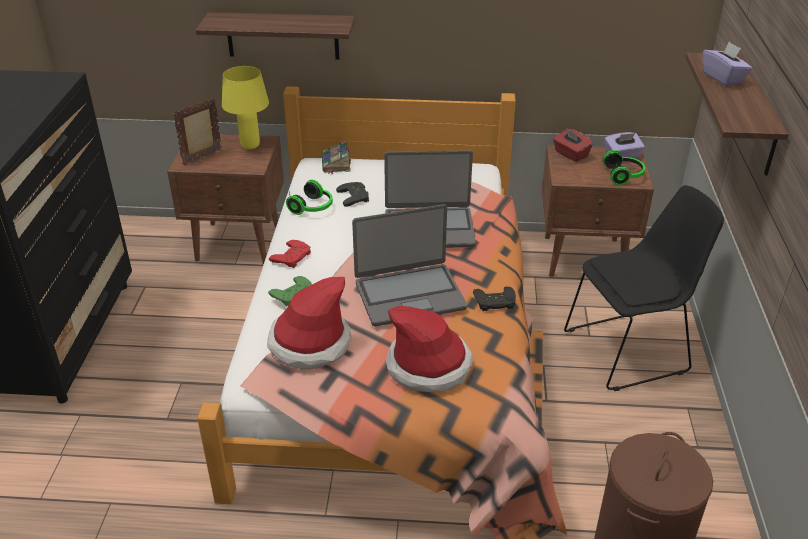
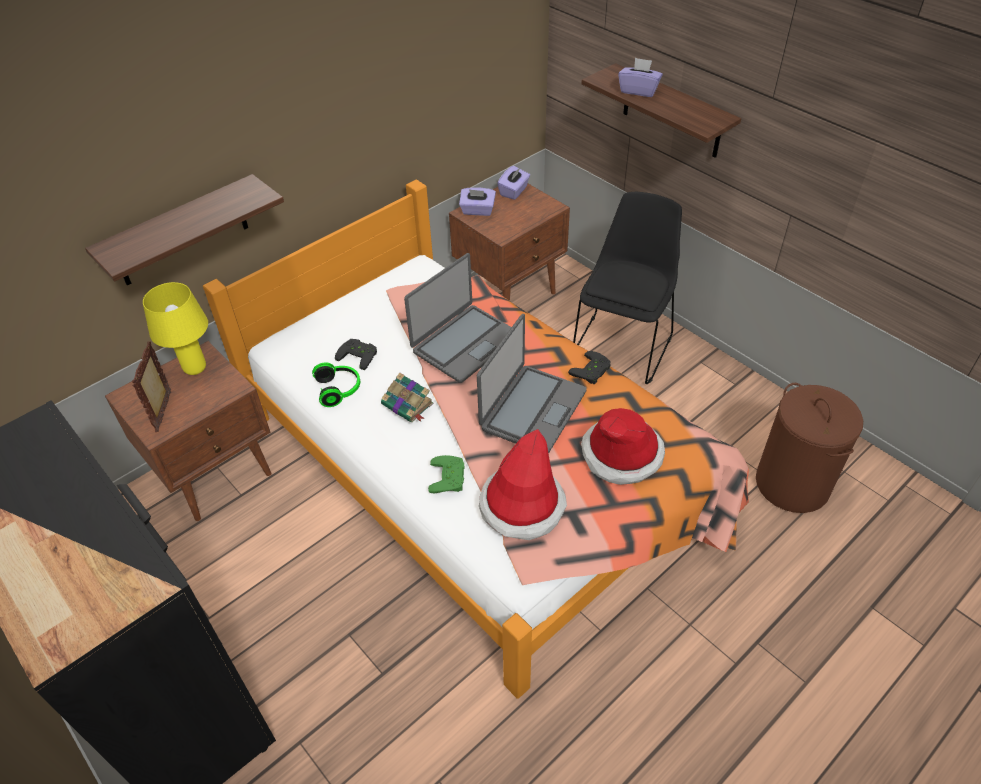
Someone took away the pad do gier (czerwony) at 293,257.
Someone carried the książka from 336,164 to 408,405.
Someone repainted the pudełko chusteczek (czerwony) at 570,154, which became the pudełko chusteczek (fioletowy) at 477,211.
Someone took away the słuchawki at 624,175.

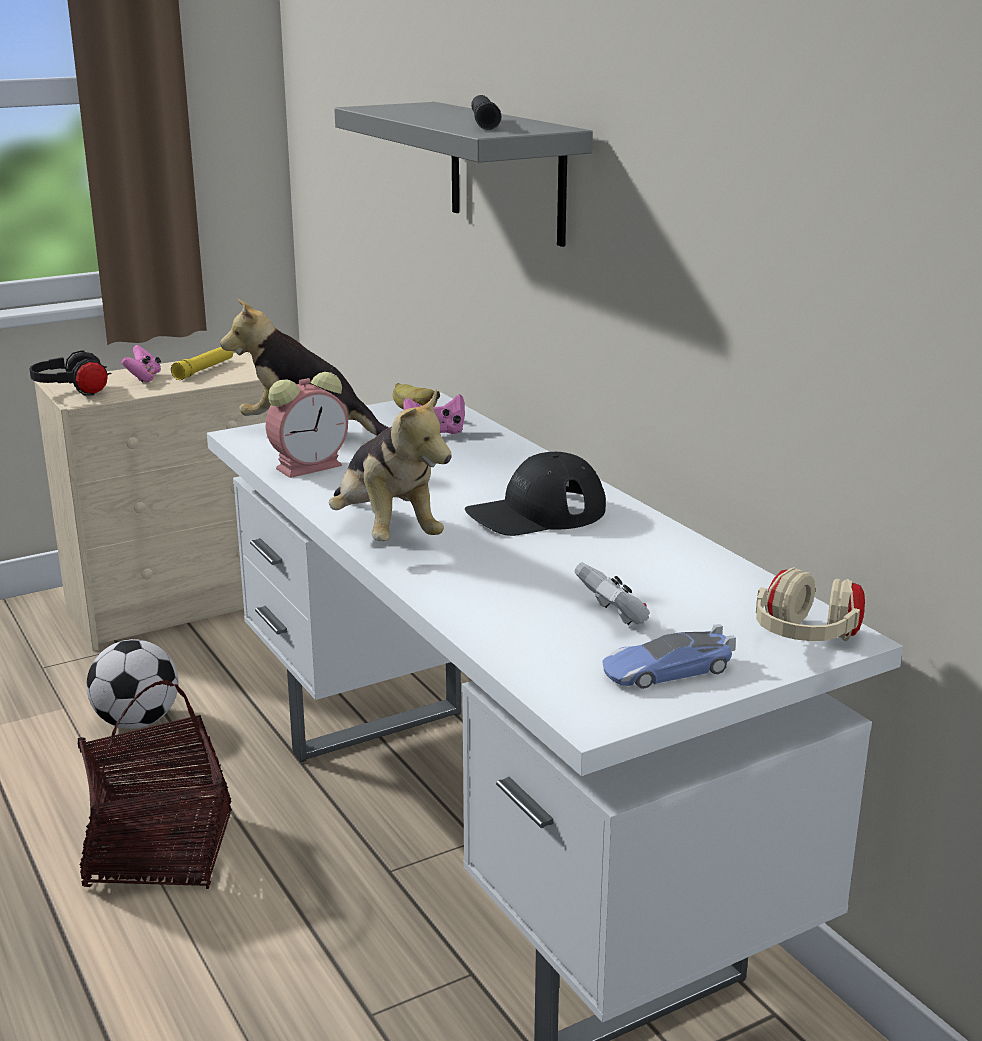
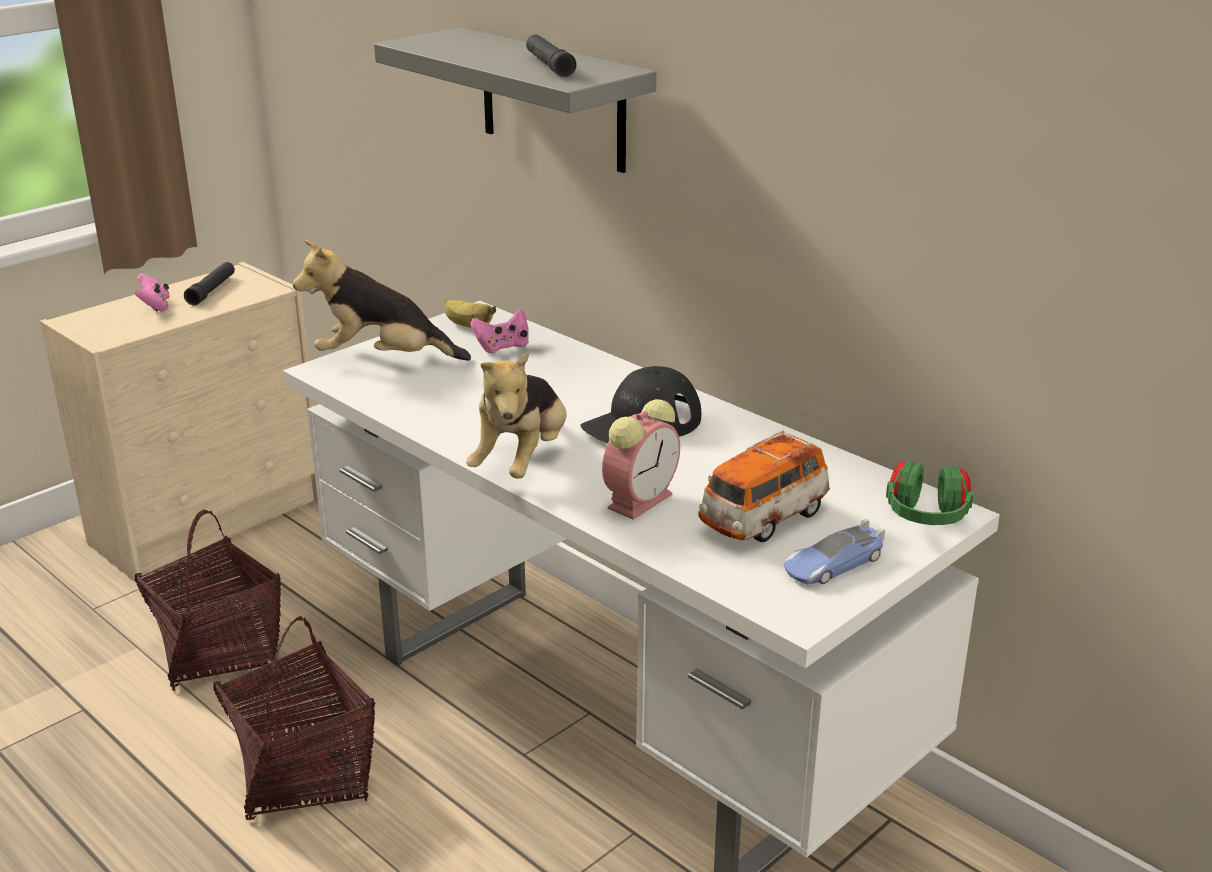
Someone took away the słuchawki (czarny) at 72,392.
Someone swapped the piłka futbolowa at 137,722 for the koszyk at 219,650.
Someone repainted the latarka (żółty) at 204,369, which became the latarka (czarny) at 211,290.
Someone carried the budzik from 311,466 to 641,500.
Someone rotated the pluszak at 386,532 by 60 degrees clockwise.
Someone swapped the pad do gier (biały) at 613,616 for the samochodzik at 763,519.
Someone repainted the słuchawki (beżowy) at 805,641, which became the słuchawki (zielony) at 925,521.

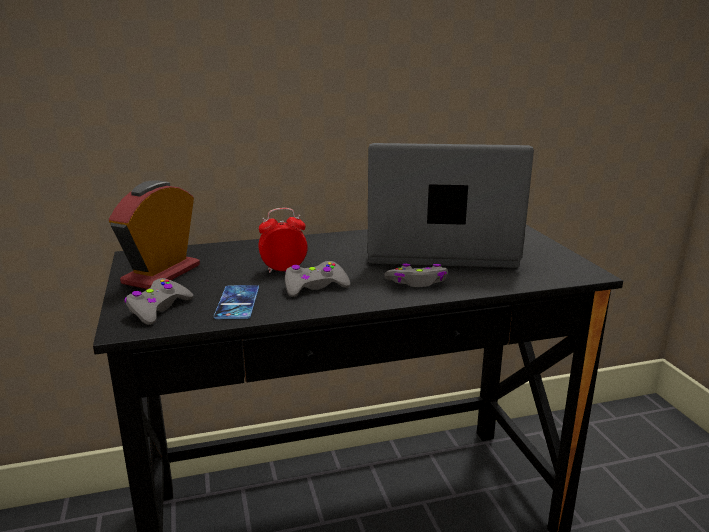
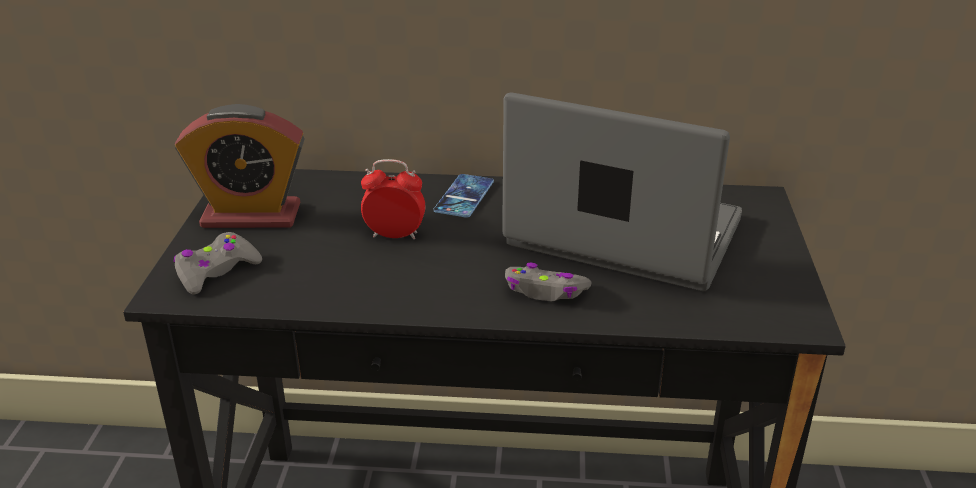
Someone rotated the budzik at 162,274 by 135 degrees counterclockwise.
Someone carried the telefon from 237,302 to 464,196.
Someone took away the pad do gier (szary) at 315,287.

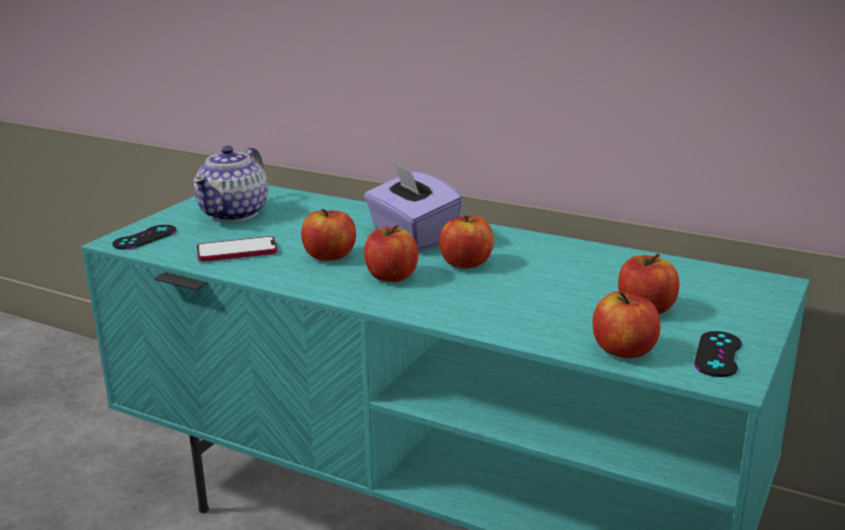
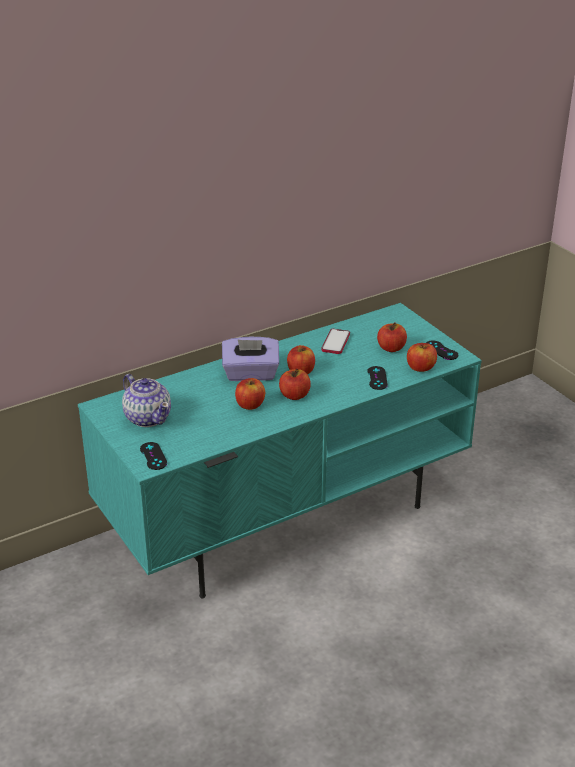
Someone carried the telefon from 237,251 to 335,342.
Someone put down the pad do gier (czarny) at 377,378.

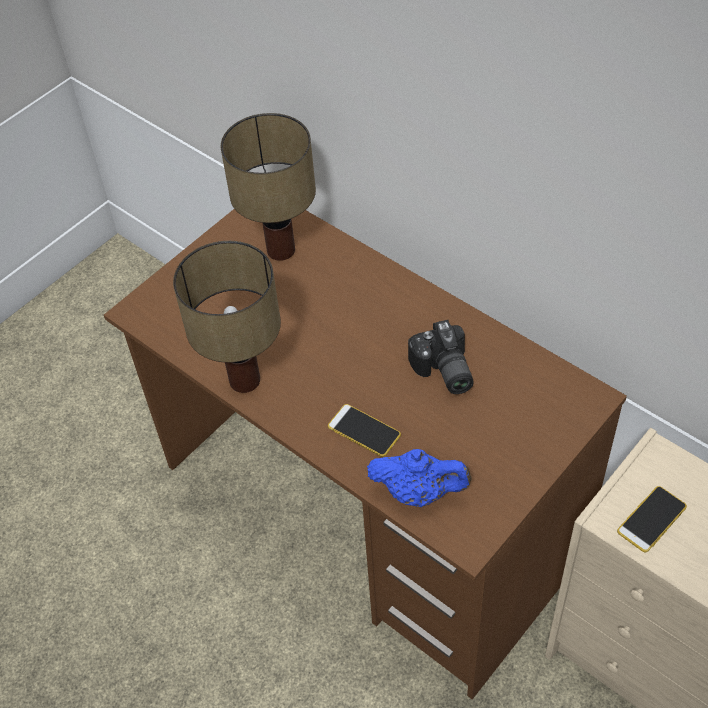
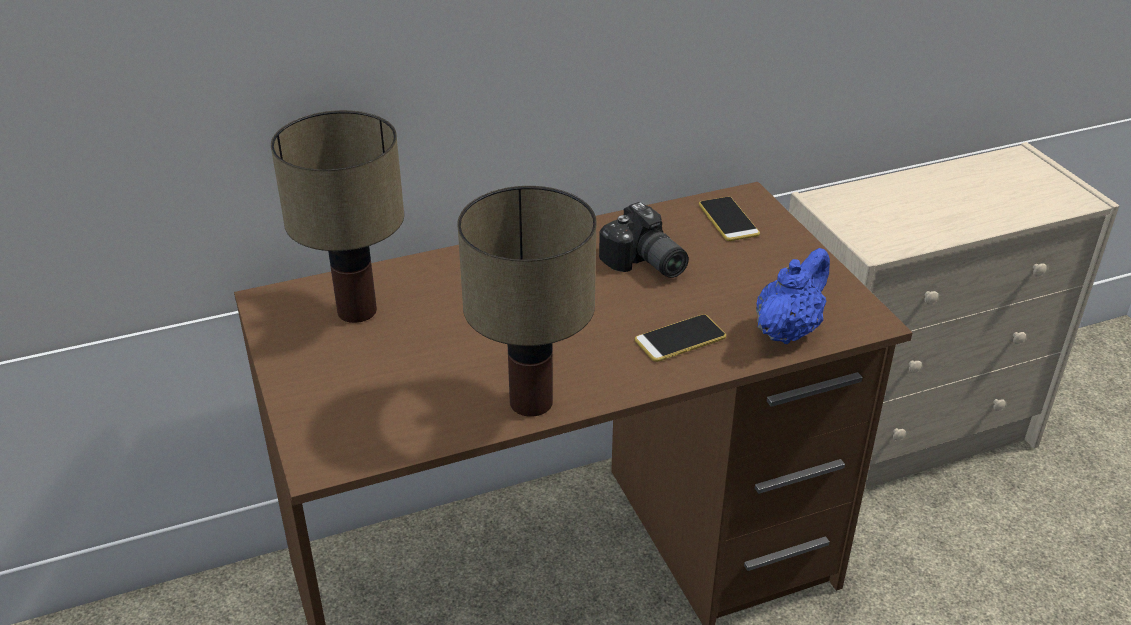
Someone rotated the aparat fotograficzny at 442,372 by 45 degrees clockwise.
Someone carried the telefon from 651,519 to 728,219.

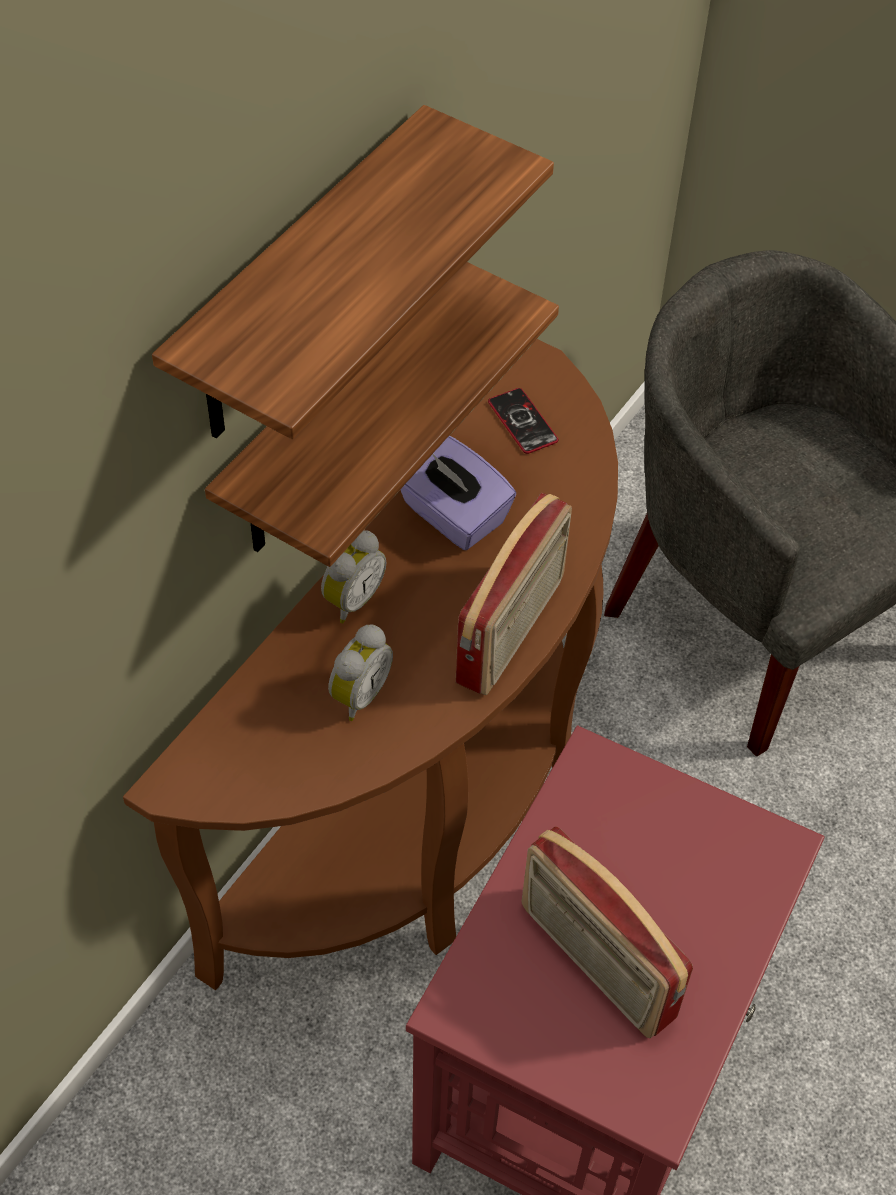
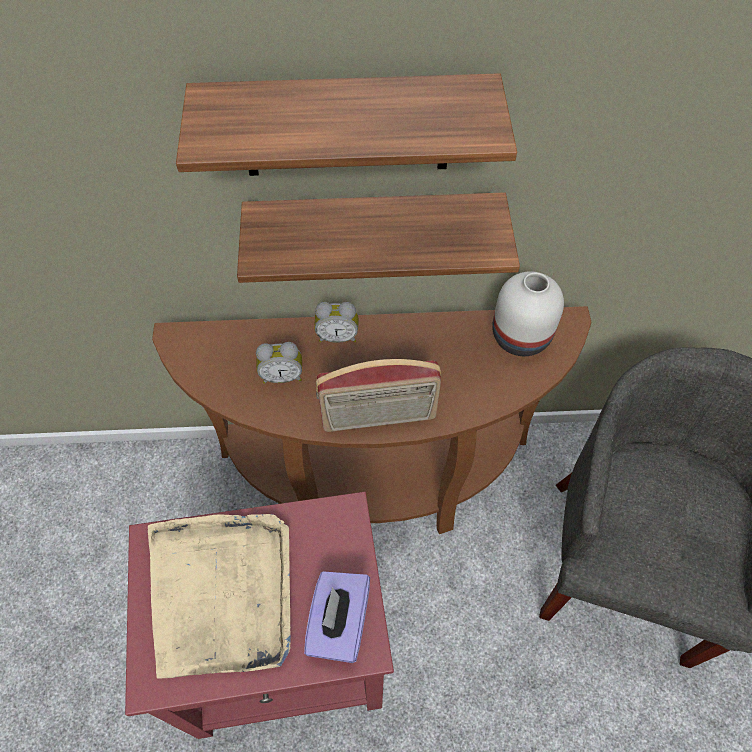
Someone carried the pudełko chusteczek (fioletowy) from 452,515 to 338,623.
Someone swapped the telefon at 522,422 for the wazon (biały) at 522,335.
Someone swapped the radio at 594,963 for the taca (beżowy) at 221,593.

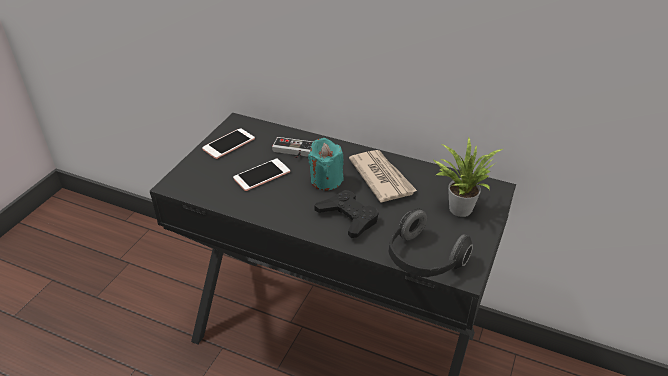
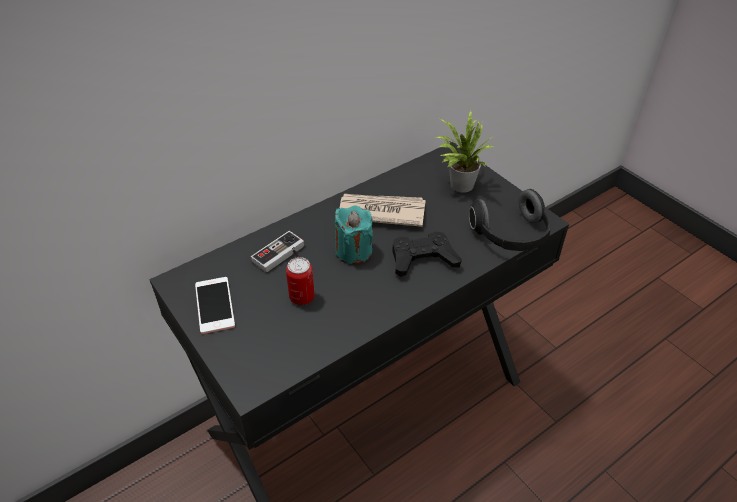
Someone swapped the telefon at 262,175 for the puszka at 302,297.

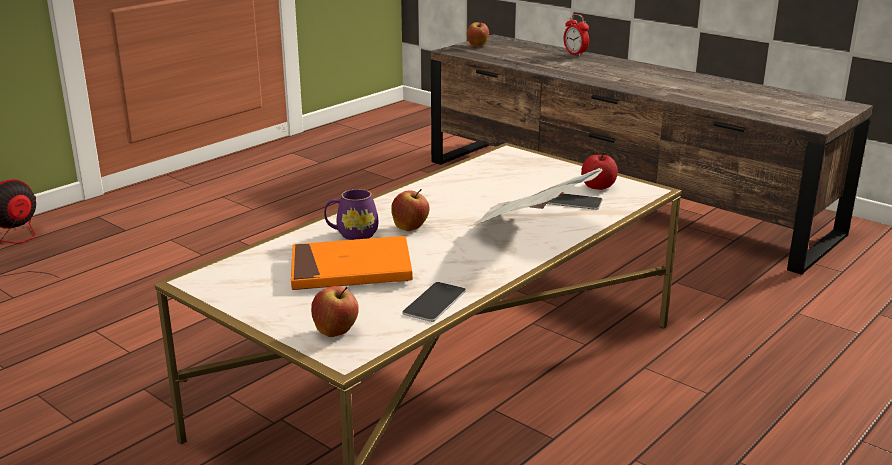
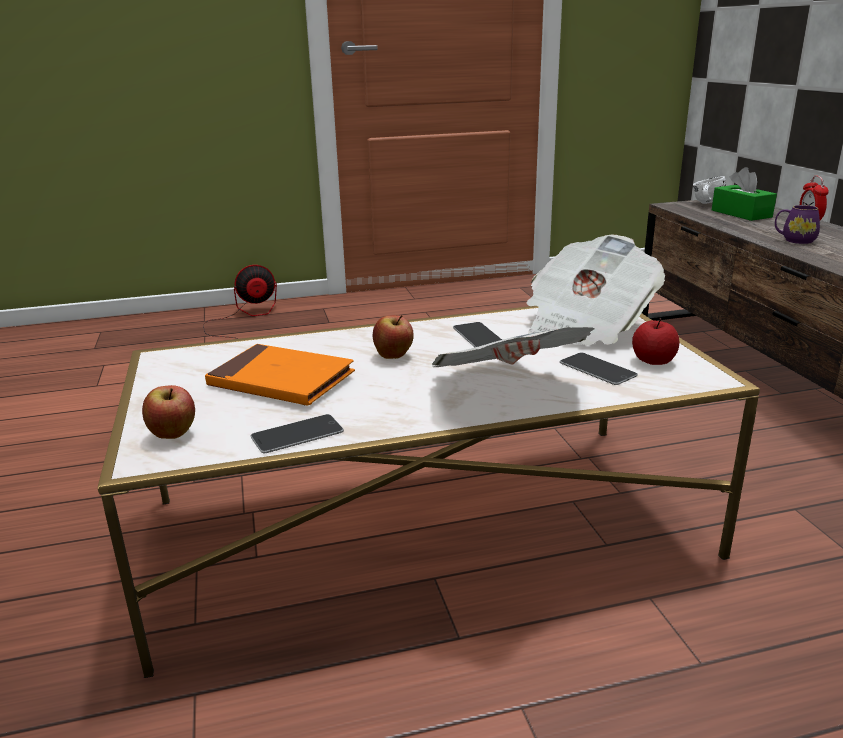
Someone carried the kubek (fioletowy) from 352,234 to 794,240.
Someone swapped the jabłko at 477,46 for the kubek (biały) at 705,204.
Someone put down the telefon at 478,336.
Someone put down the gazeta at 585,326.
Someone put down the pudełko chusteczek (zielony) at 741,214.

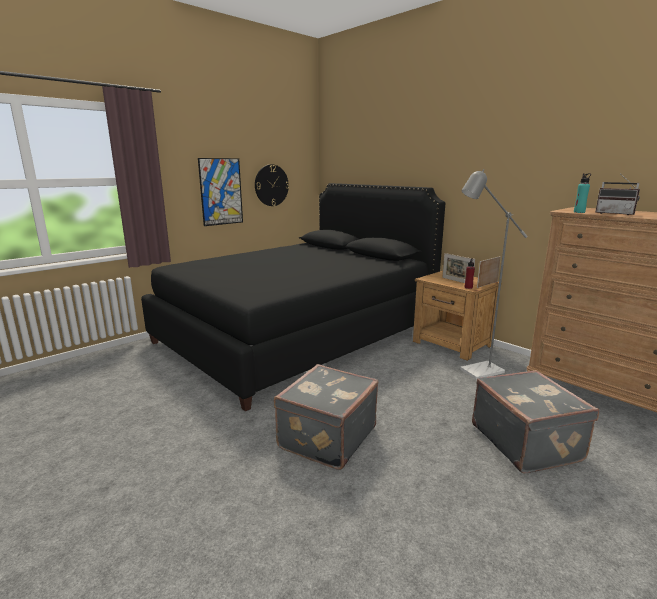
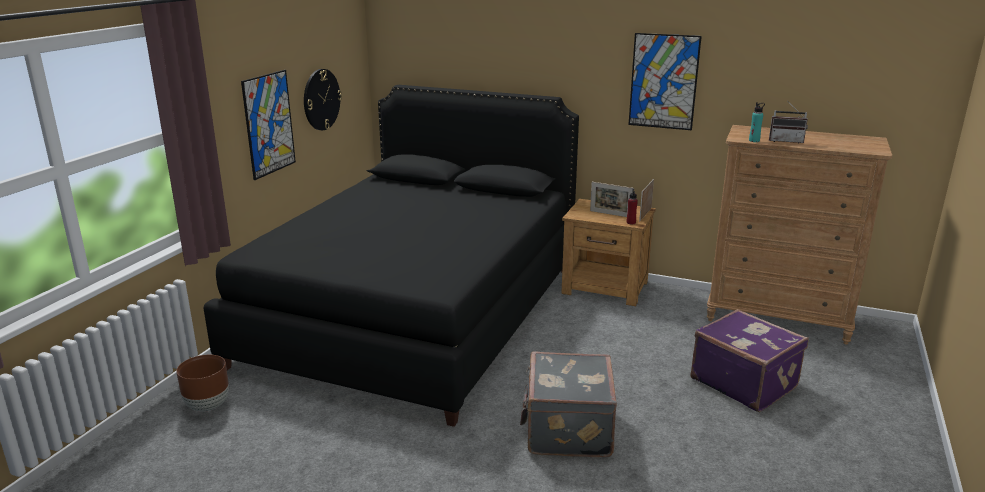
Someone took away the lampa stojąca (szary) at 476,372.
Someone repainted the walizka (szary) at 526,442, which became the walizka (fioletowy) at 744,382.
Someone put down the donica (brązowy) at 208,405.
Someone put up the obraz at 663,81.

